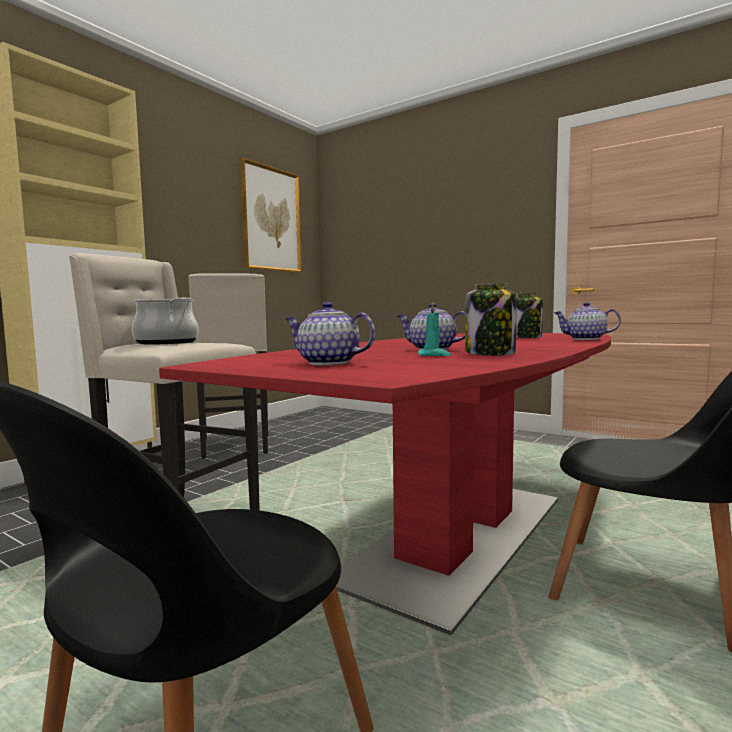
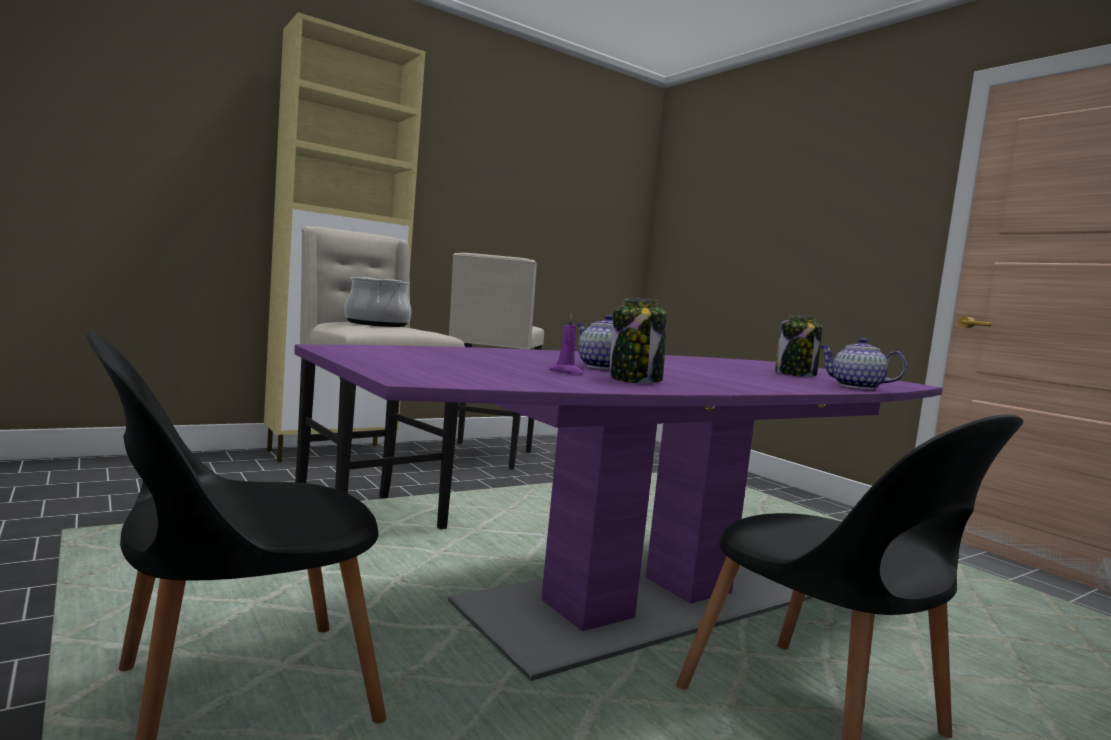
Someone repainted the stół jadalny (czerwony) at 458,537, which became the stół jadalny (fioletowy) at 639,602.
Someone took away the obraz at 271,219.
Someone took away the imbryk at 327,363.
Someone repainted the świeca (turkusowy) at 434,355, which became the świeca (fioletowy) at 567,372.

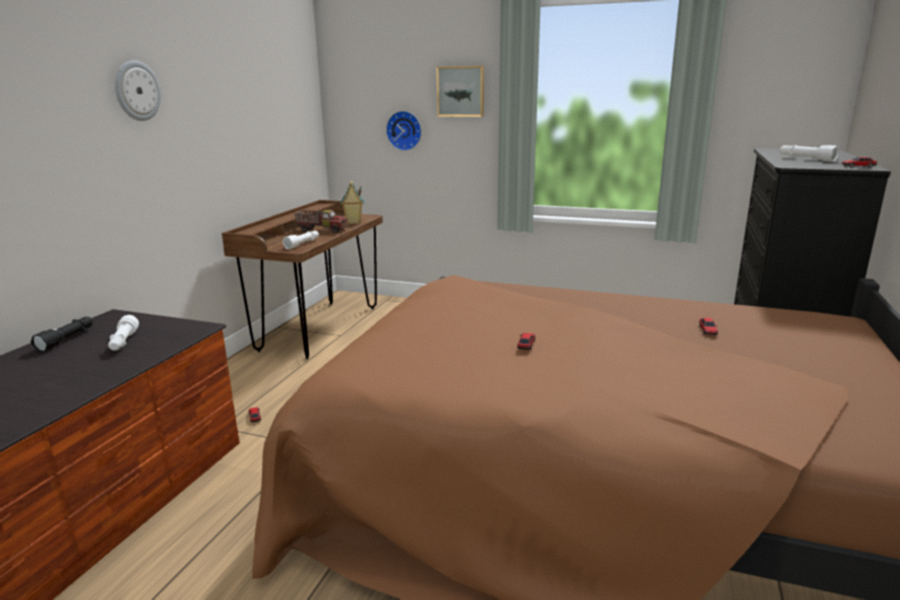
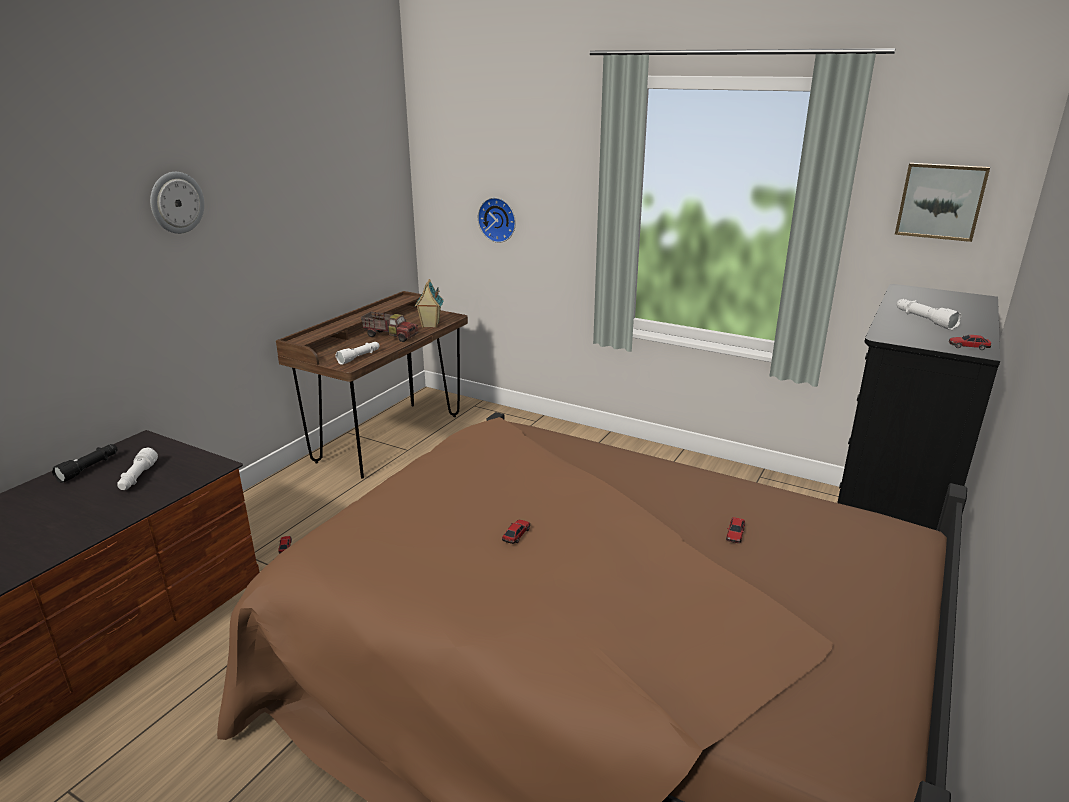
Someone carried the obraz from 461,91 to 940,201.

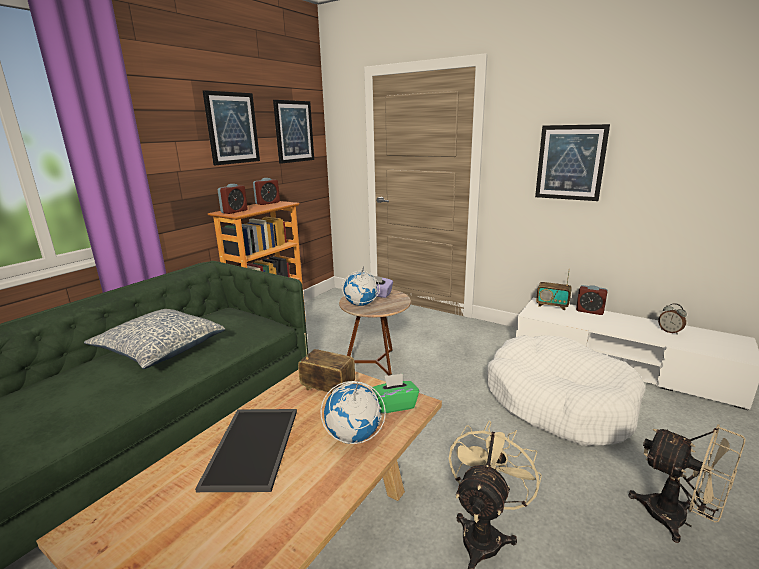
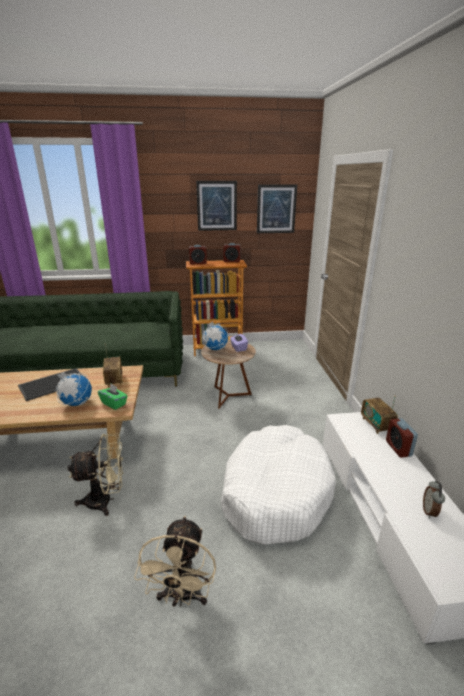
Someone took away the poduszka at 159,349.
Someone took away the obraz at 570,162.

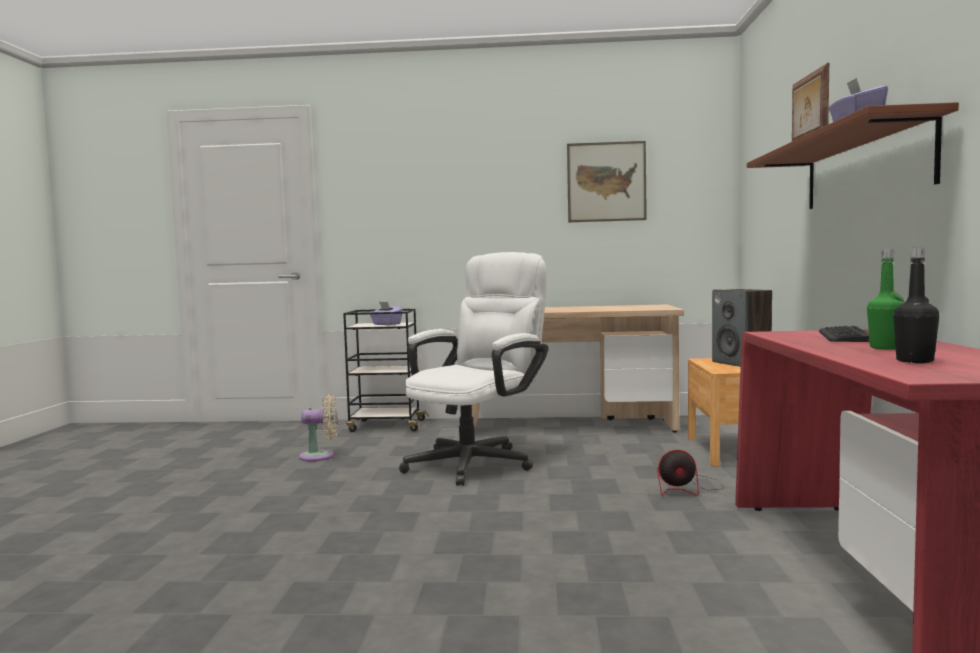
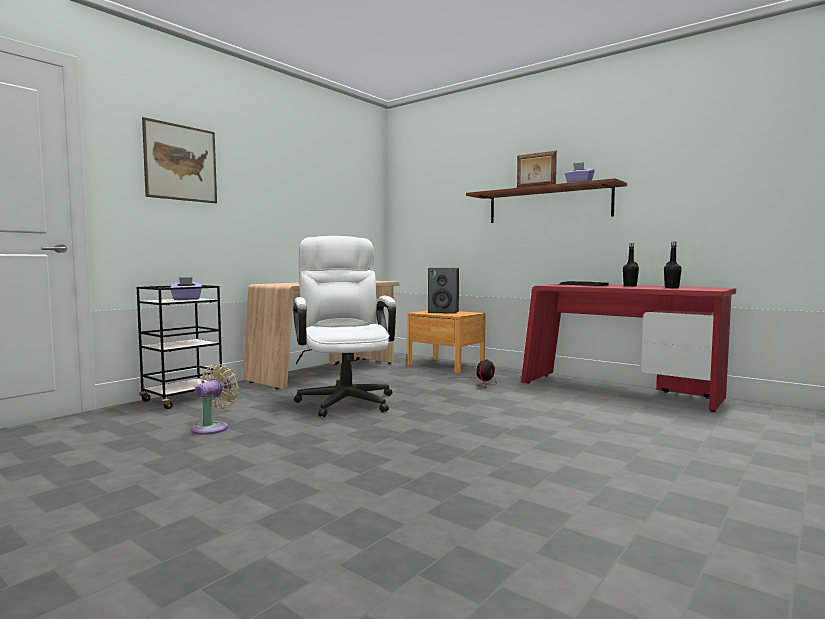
Someone carried the obraz from 606,182 to 181,163.
Someone repainted the butelka (zielony) at 885,348, which became the butelka (czarny) at 630,286.

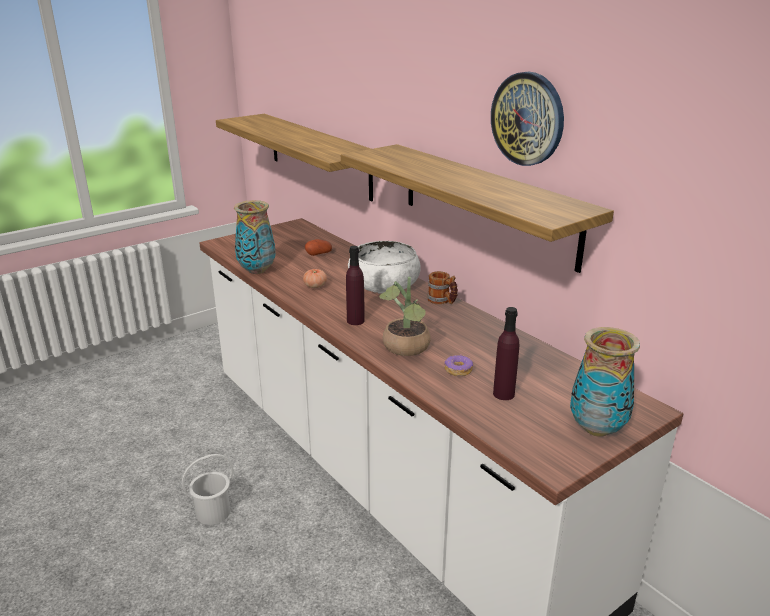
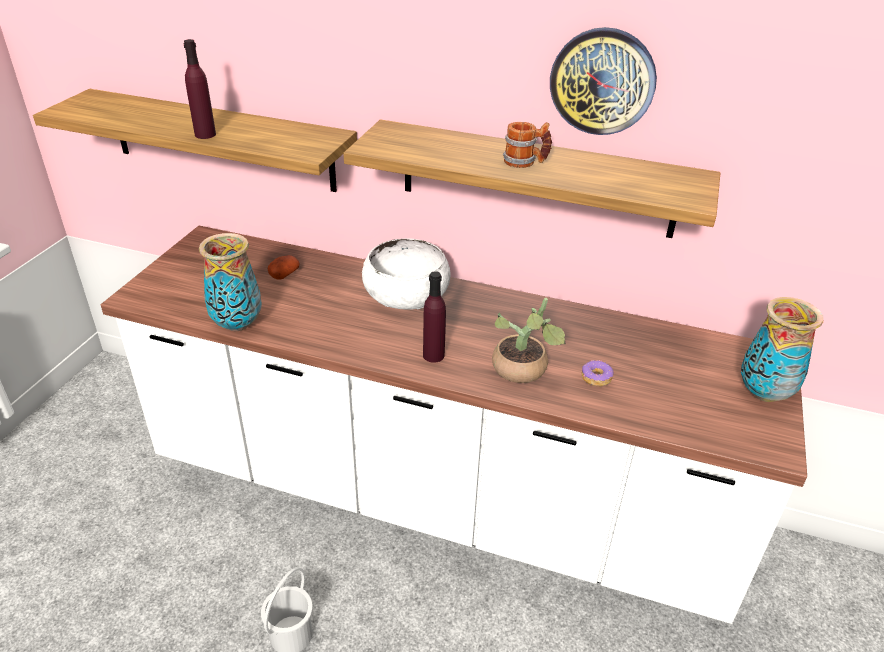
Someone took away the pomidor at 315,286.
Someone carried the kubek from 442,301 to 525,162.
Someone carried the butelka (fioletowy) from 503,394 to 205,134.

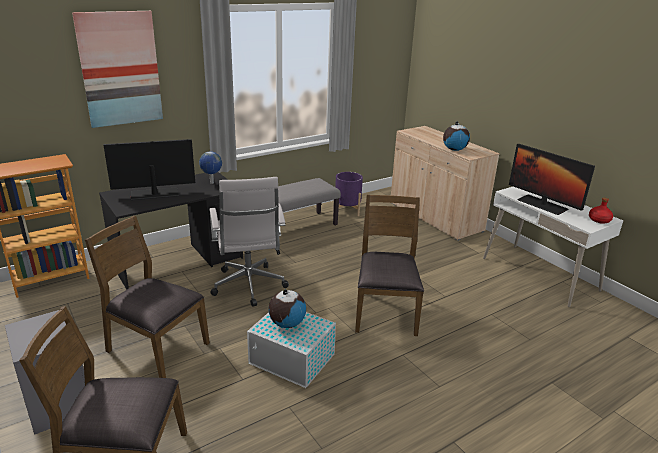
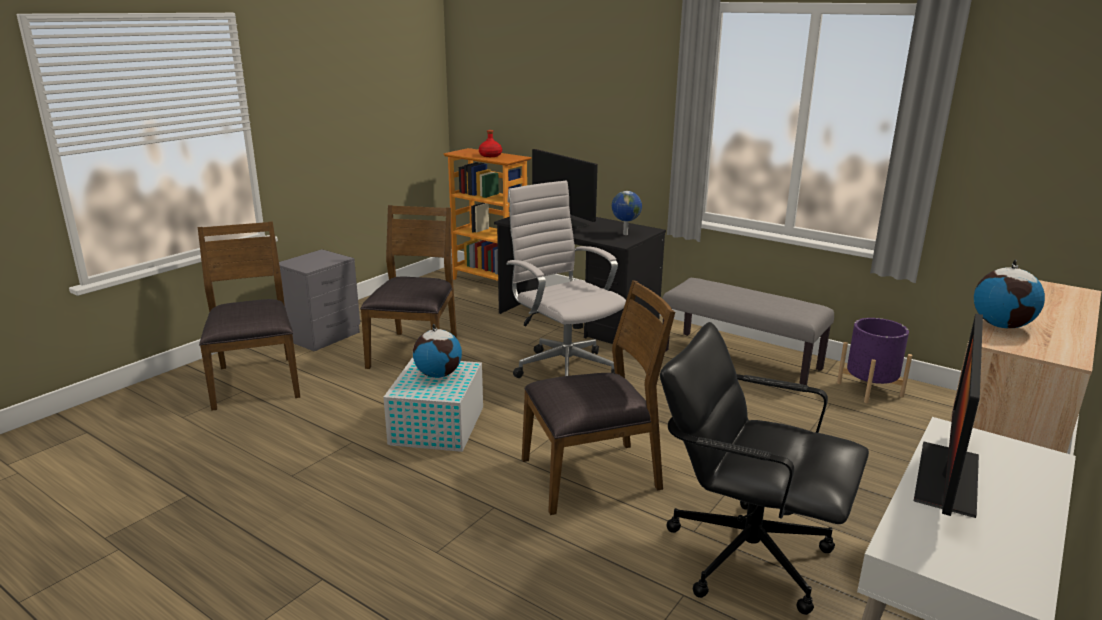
Someone took away the obraz at 120,69.
Someone rotated the krzesło biurowe (biały) at 249,287 by 90 degrees clockwise.
Someone carried the butelka (czerwony) from 599,220 to 490,155.
Someone put down the krzesło biurowe (czarny) at 747,554.

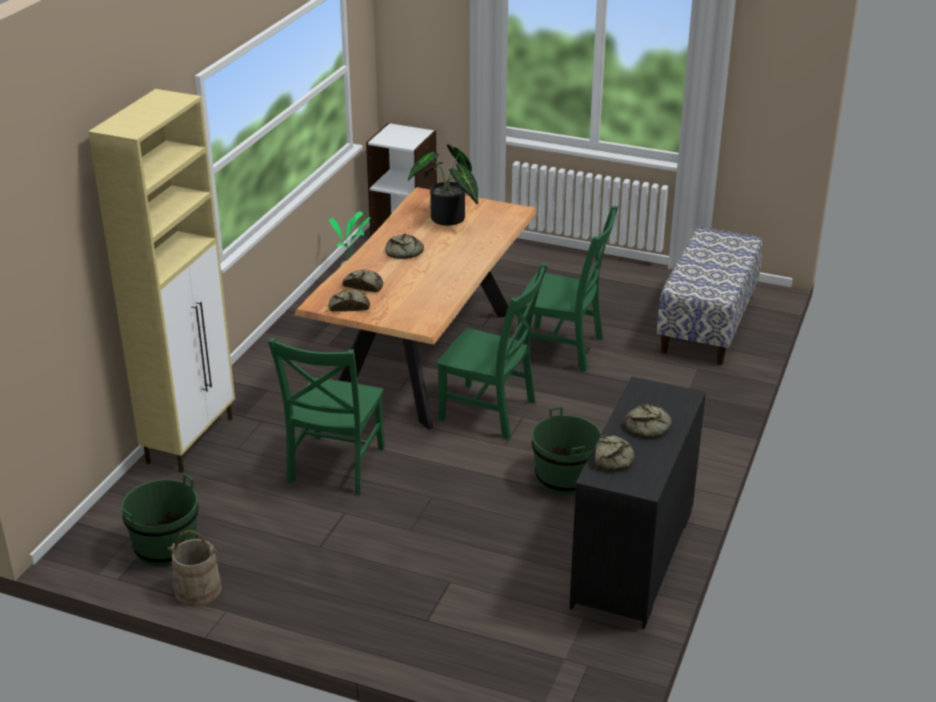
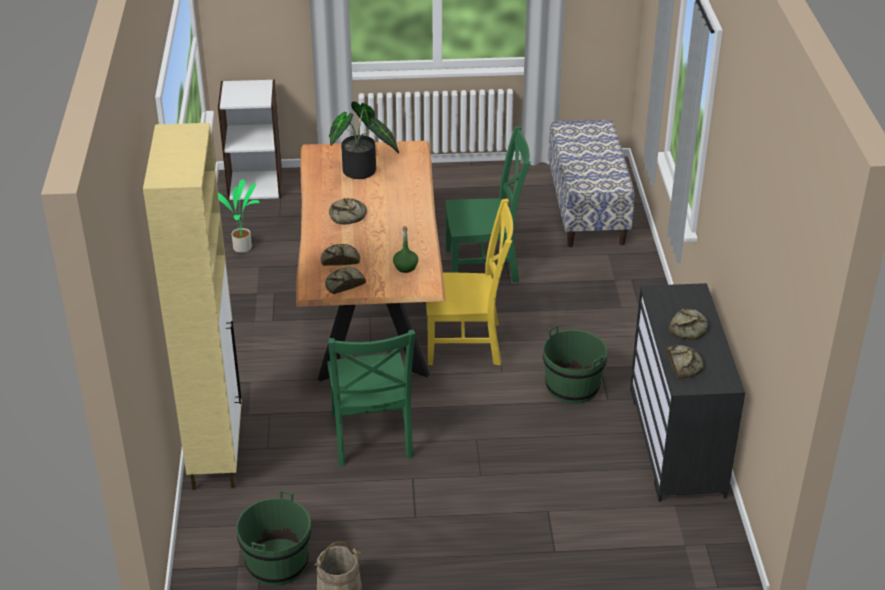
Someone repainted the krzesło (zielony) at 491,412, which became the krzesło (żółty) at 468,344.
Someone put down the butelka (zielony) at 405,267.

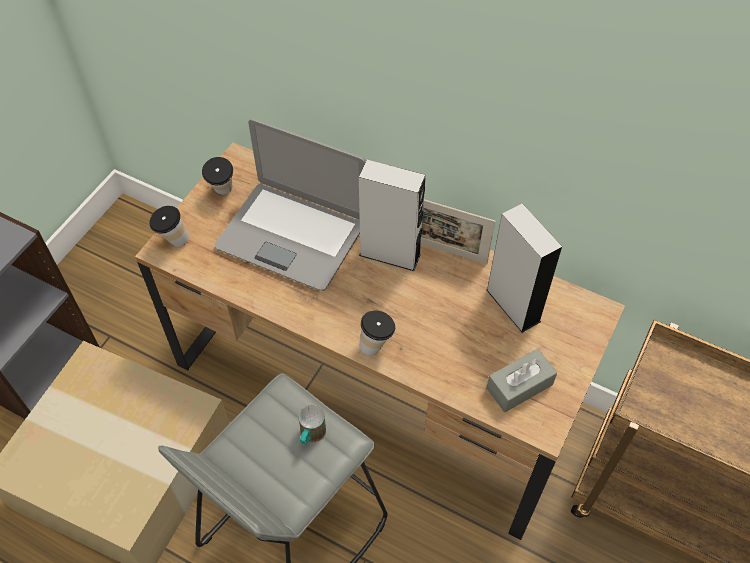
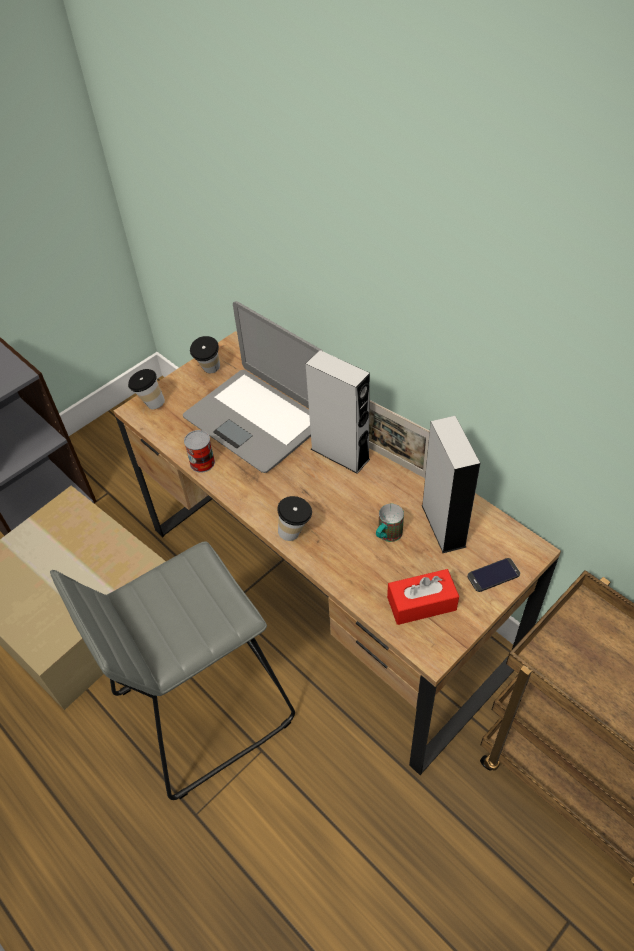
Someone carried the kubek from 311,436 to 387,536.
Someone repainted the pudełko chusteczek (szary) at 519,386, which became the pudełko chusteczek (czerwony) at 421,603.
Someone put down the puszka at 202,462.
Someone put down the telefon at 493,575.

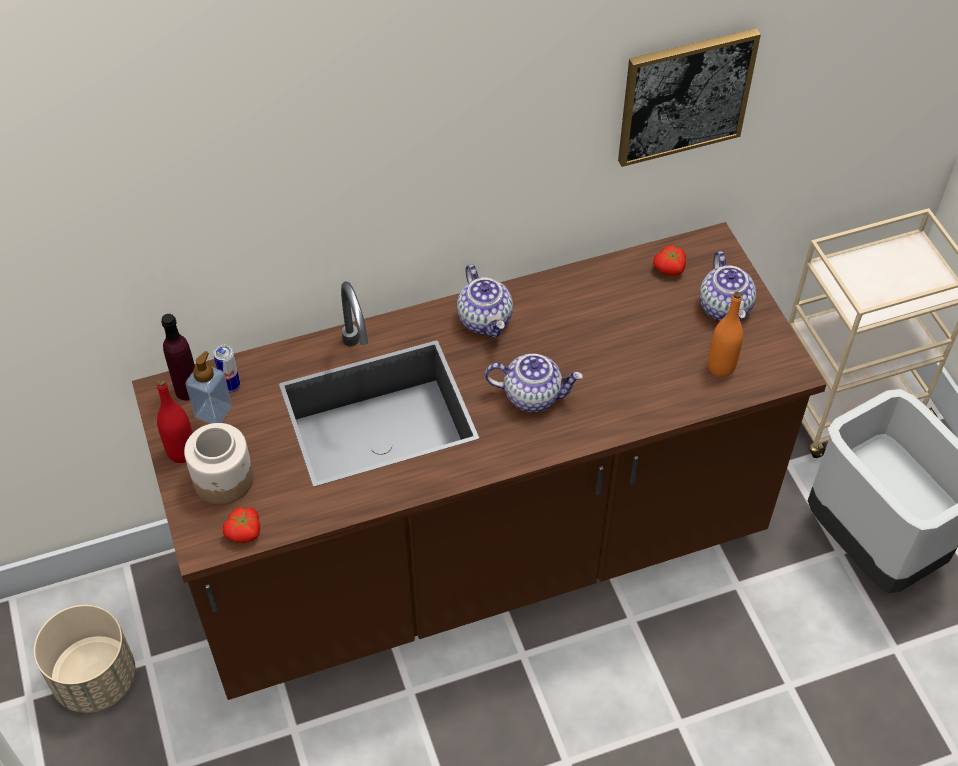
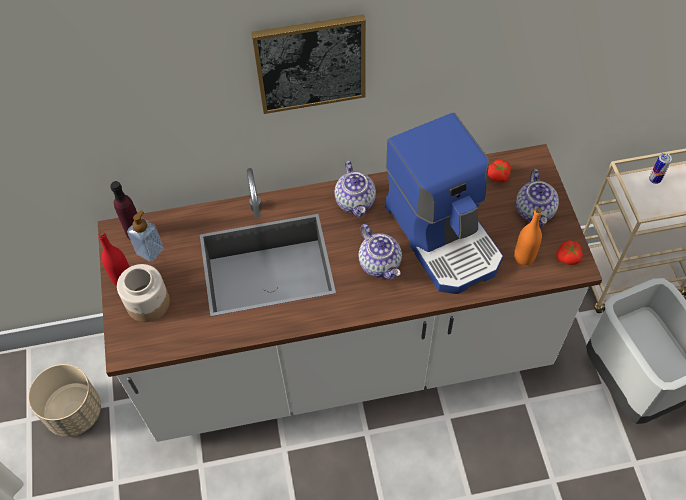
Someone repainted the zabudowa kuchenna (brązowy) at 479,555, which became the zabudowa kuchenna (biały) at 347,356.
Someone carried the puszka from 231,386 to 654,179.
Someone carried the pomidor from 245,532 to 568,257.
Someone rotated the imbryk at 533,395 by 45 degrees clockwise.
Someone carried the obraz from 685,96 to 310,63.
Someone put down the ekspres do kawy at 444,235.

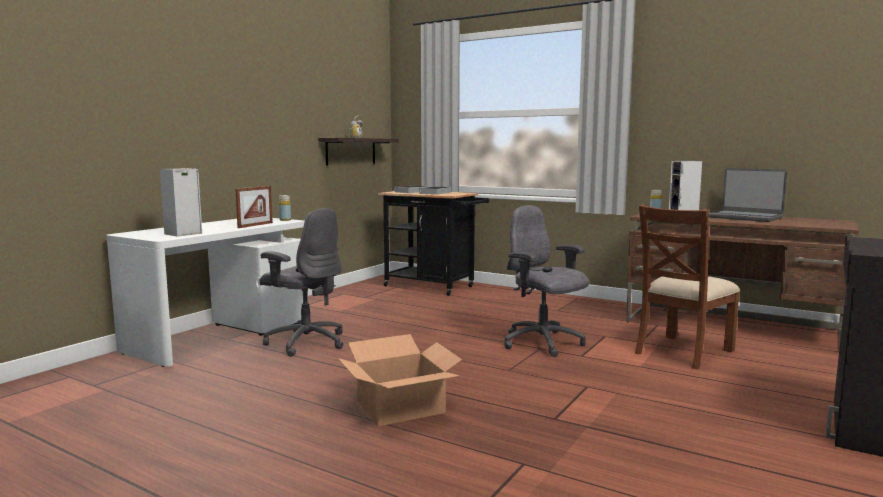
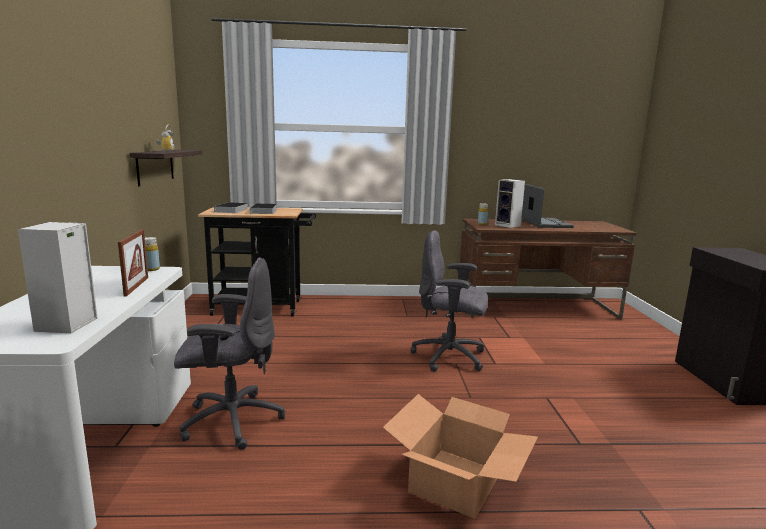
Someone took away the krzesło (brązowy) at 682,352.
Someone rotated the laptop at 744,217 by 105 degrees counterclockwise.

